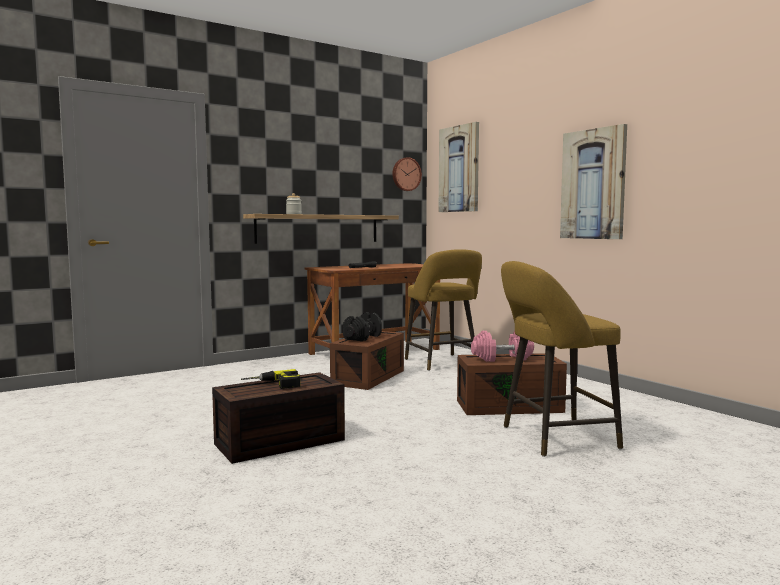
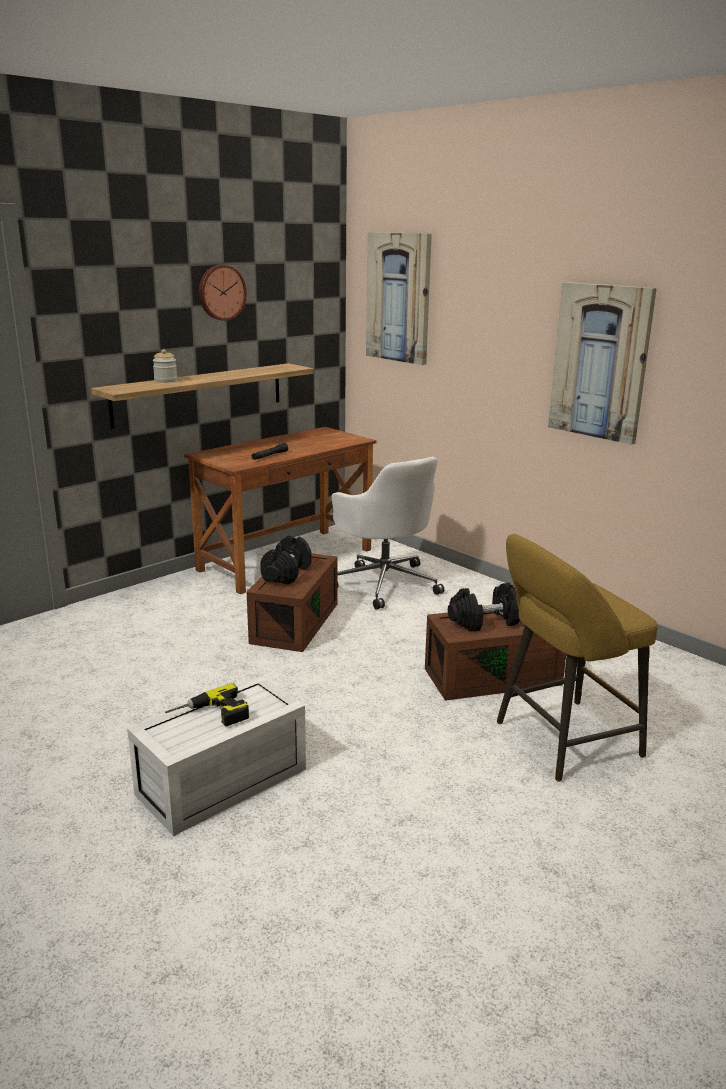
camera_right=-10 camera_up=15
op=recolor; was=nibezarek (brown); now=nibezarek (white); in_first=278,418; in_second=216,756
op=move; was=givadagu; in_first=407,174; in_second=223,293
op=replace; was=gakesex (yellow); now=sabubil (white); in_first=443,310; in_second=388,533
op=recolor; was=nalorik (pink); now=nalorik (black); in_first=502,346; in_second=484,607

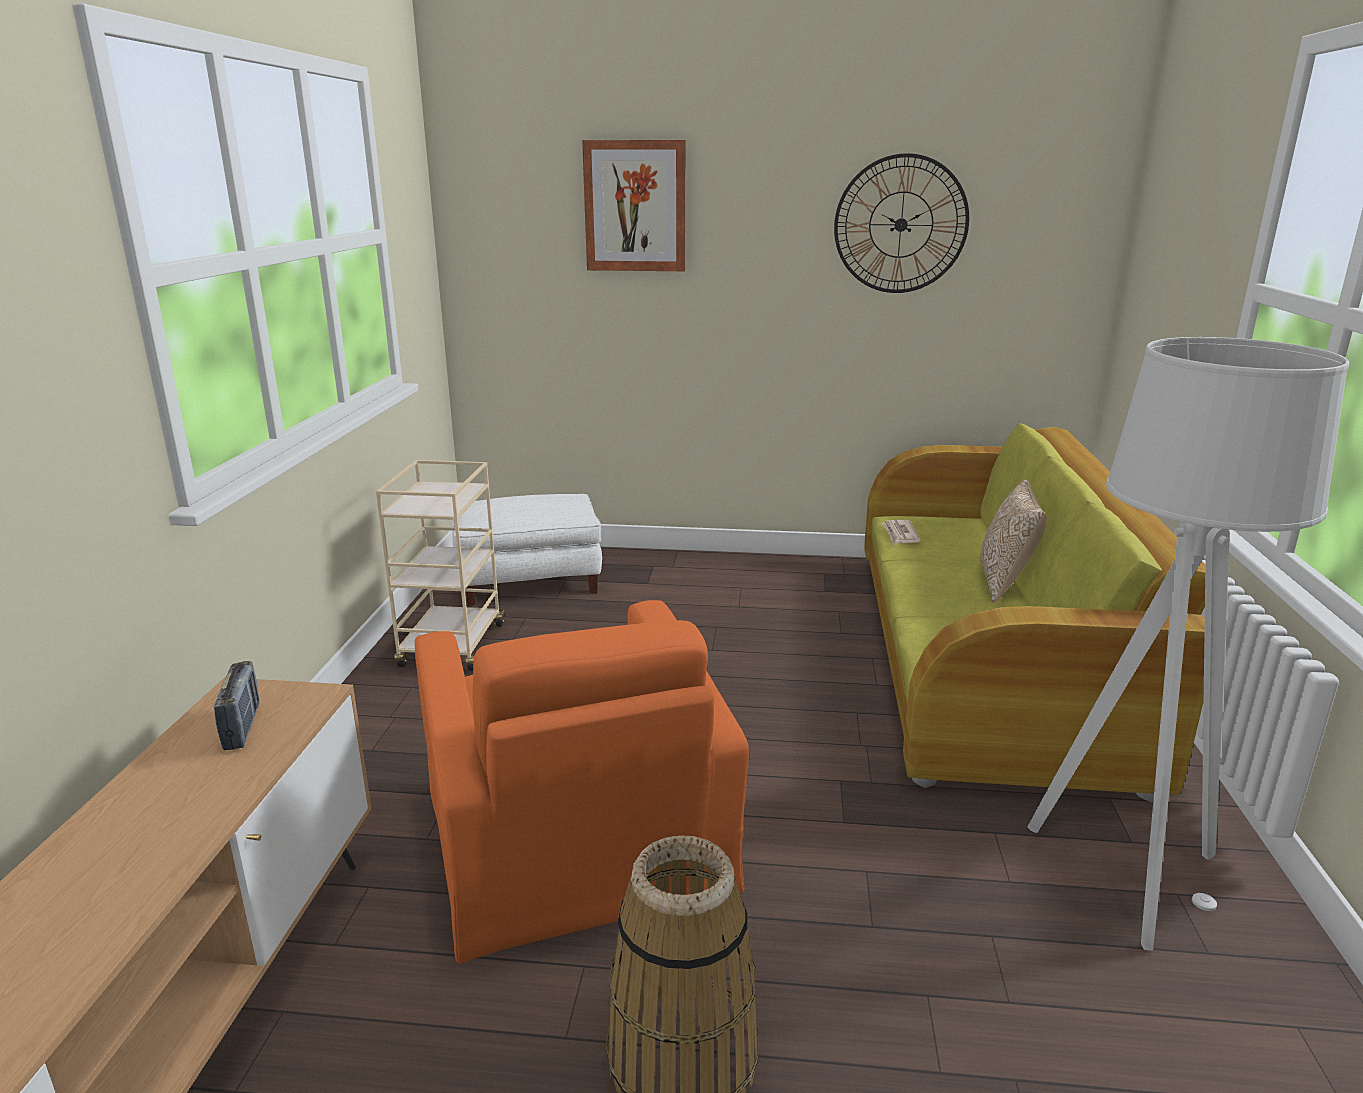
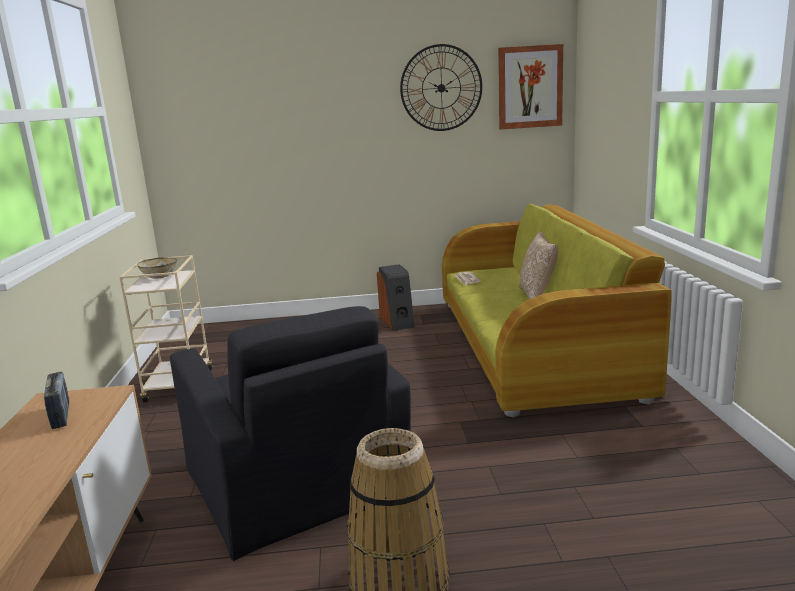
camera_right=-10 camera_up=-5
op=recolor; was=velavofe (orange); now=velavofe (black); in_first=582,782; in_second=290,433
op=delete; was=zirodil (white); in_first=527,549
op=move; was=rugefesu; in_first=634,205; in_second=530,87
op=delete; was=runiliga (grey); in_first=1188,644
op=insert; now=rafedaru; in_second=157,268
op=insert; now=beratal; in_second=396,297

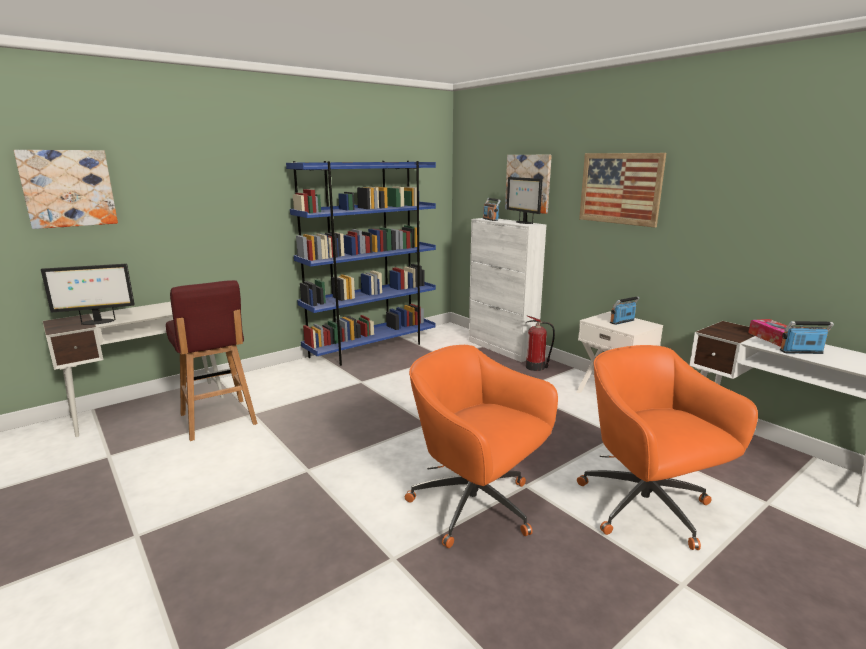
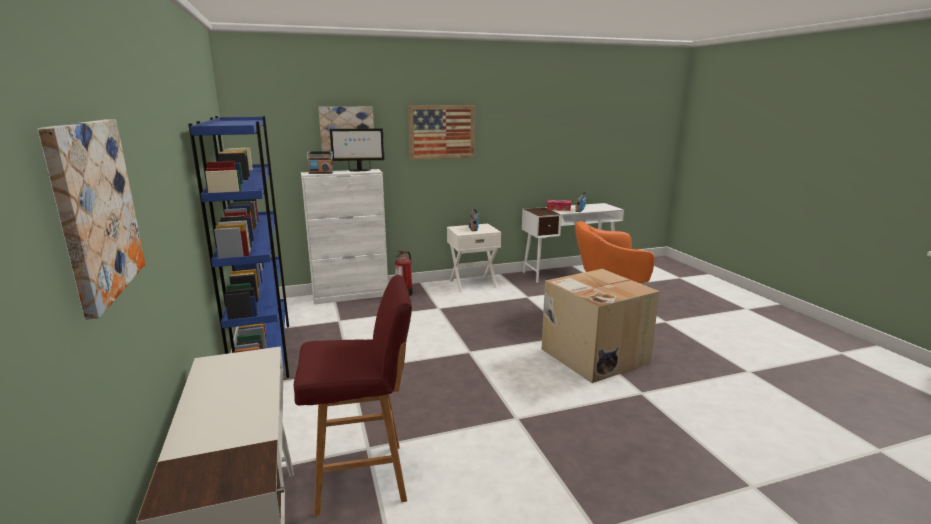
camera_right=-70 camera_up=0
op=delete; was=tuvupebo; in_first=88,294
op=replace; was=sabubil (orange); now=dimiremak; in_first=481,446; in_second=601,326

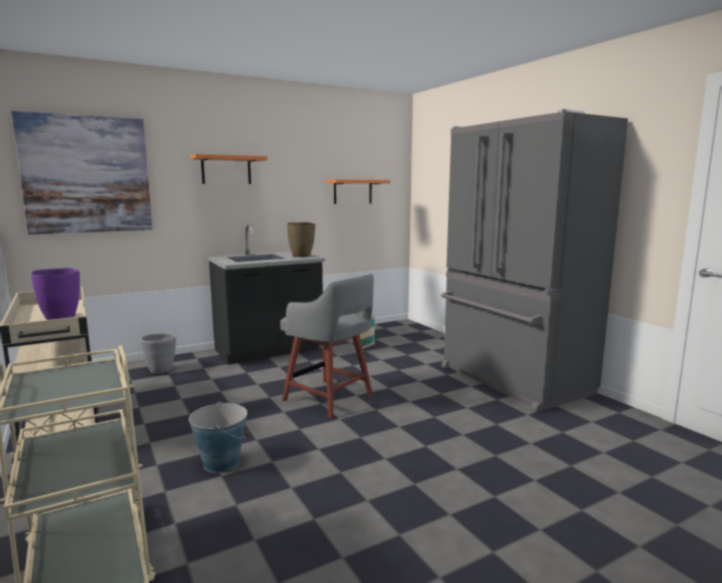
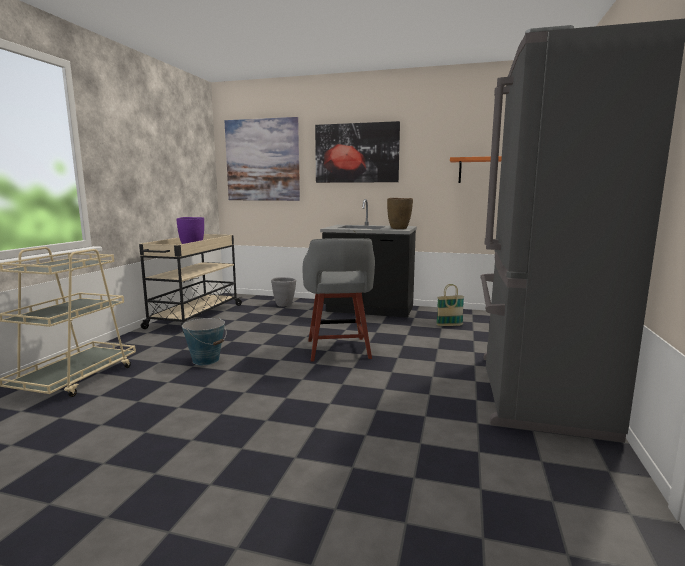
camera_right=45 camera_up=0
op=replace; was=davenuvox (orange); now=rugefesu; in_first=228,169; in_second=357,152

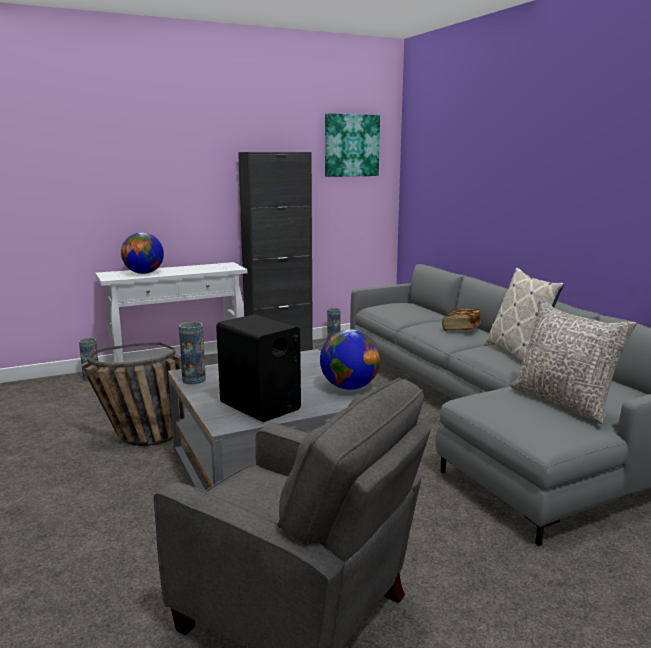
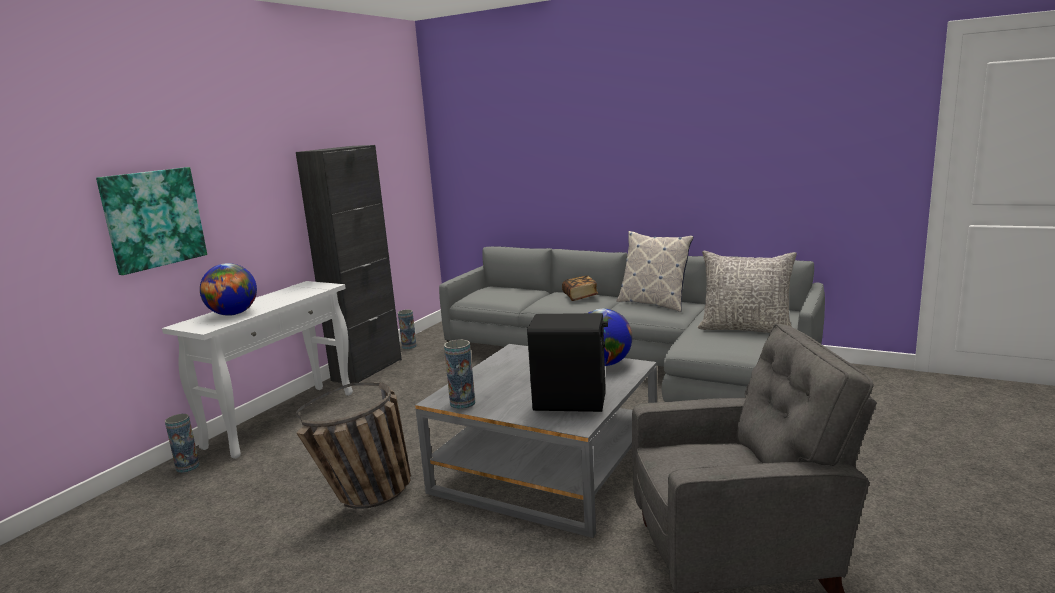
camera_right=-35 camera_up=0
op=move; was=rugefesu; in_first=352,145; in_second=151,221

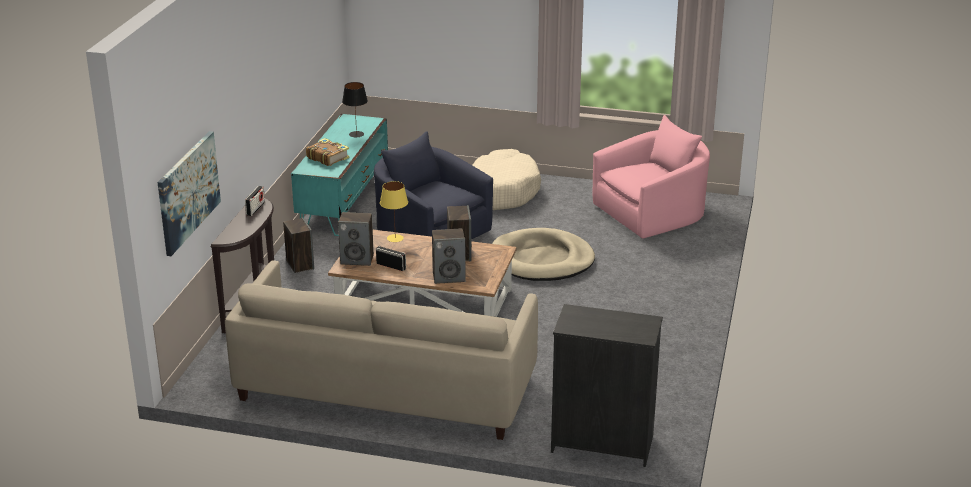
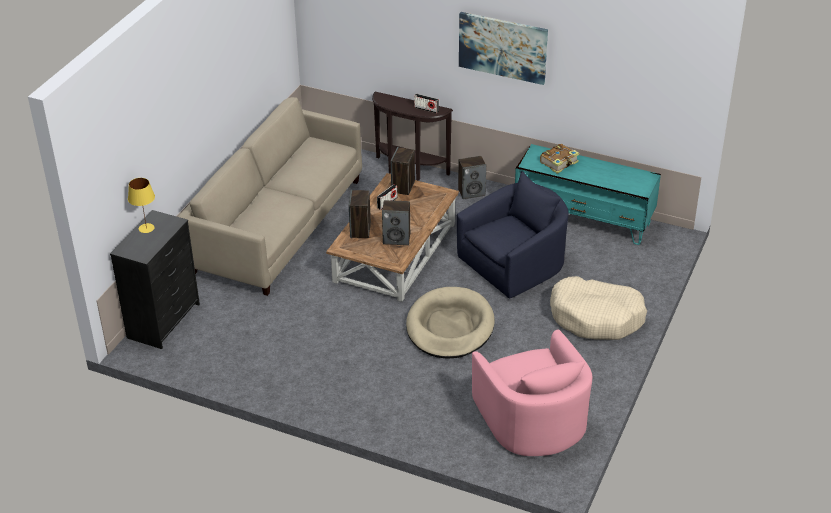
camera_right=100 camera_up=10
op=move; was=rugefesu; in_first=189,193; in_second=503,48
op=delete; was=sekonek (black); in_first=355,109
op=move; was=sekonek (yellow); in_first=394,211; in_second=141,205

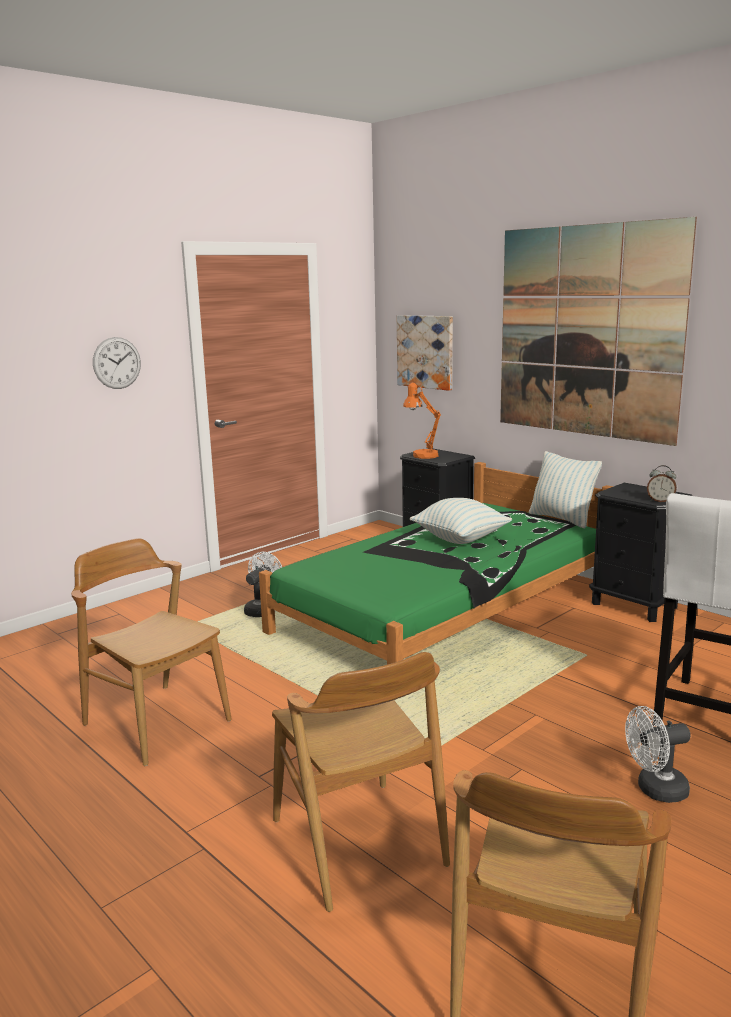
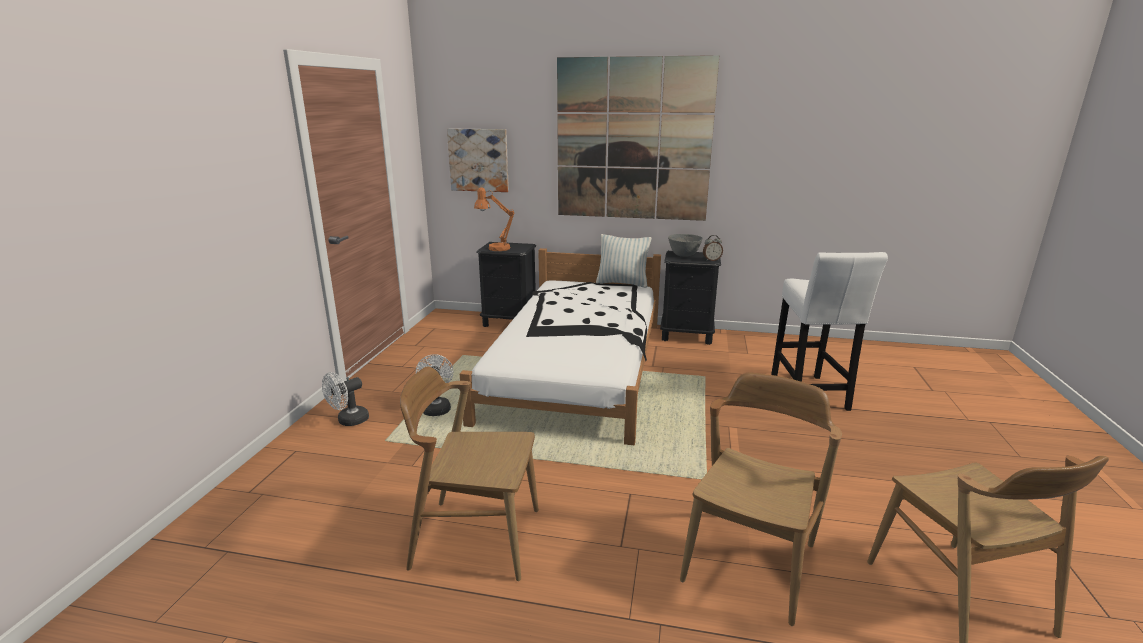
camera_right=-35 camera_up=5
op=delete; was=givadagu; in_first=117,363
op=recolor; was=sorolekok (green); now=sorolekok (white); in_first=436,563; in_second=560,346
op=rotate; was=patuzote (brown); in_first=361,782; in_second=761,499; clockwise=-90
op=delete; was=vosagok; in_first=461,521
op=move; was=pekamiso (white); in_first=657,754; in_second=345,399
op=insert; now=rafedaru (grey); in_second=685,245

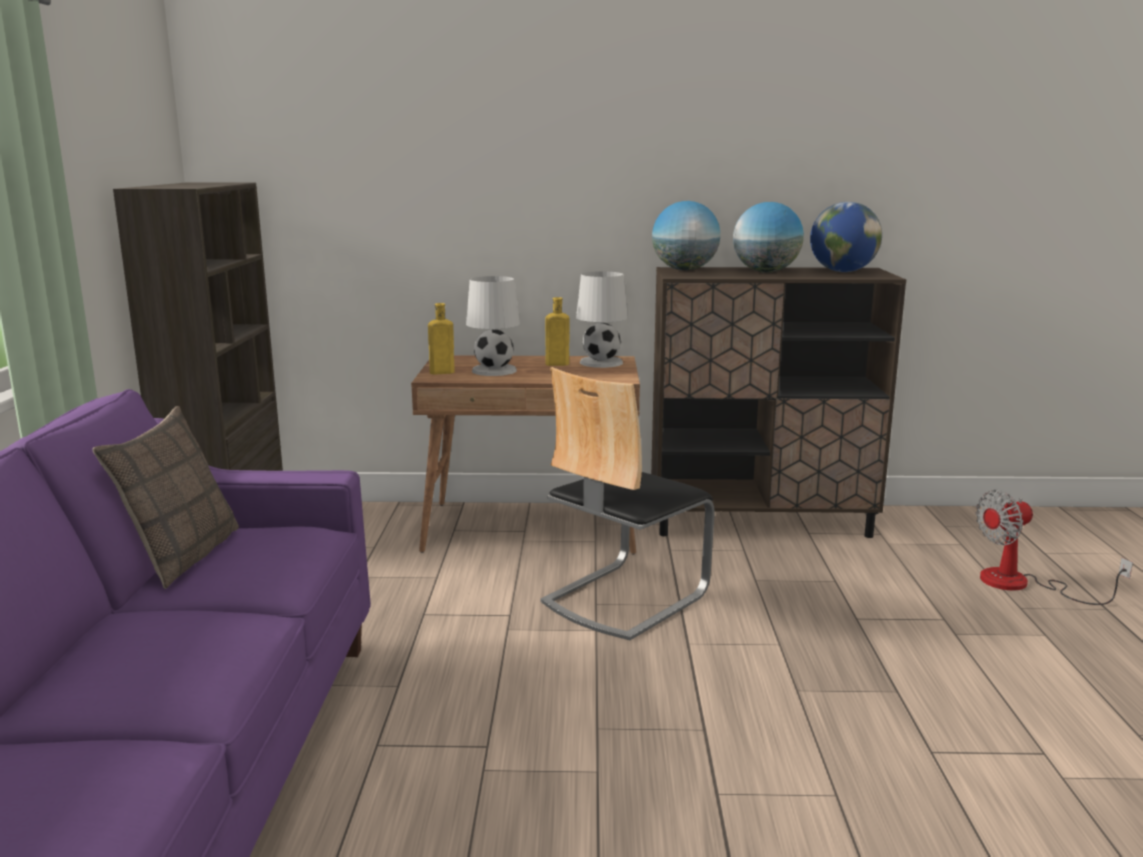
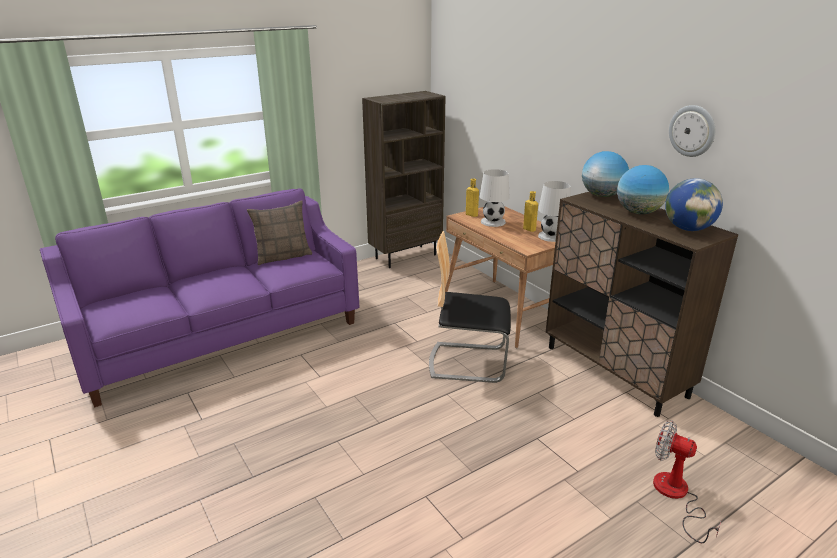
camera_right=55 camera_up=10
op=insert; now=givadagu; in_second=692,131

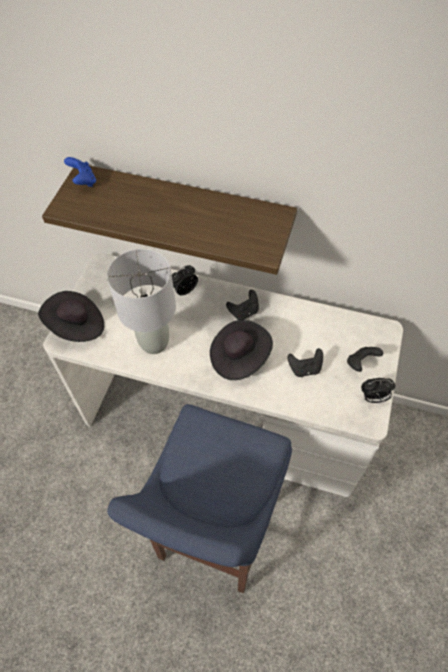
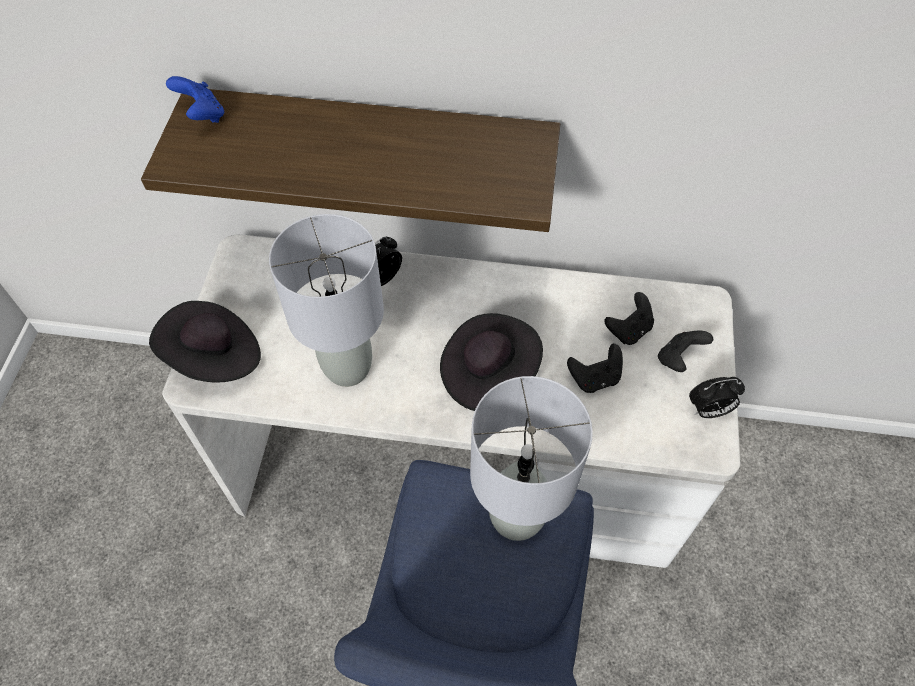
camera_right=-10 camera_up=0
op=move; was=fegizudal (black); in_first=242,304; in_second=629,318
op=insert; now=sekonek (grey); in_second=531,458

